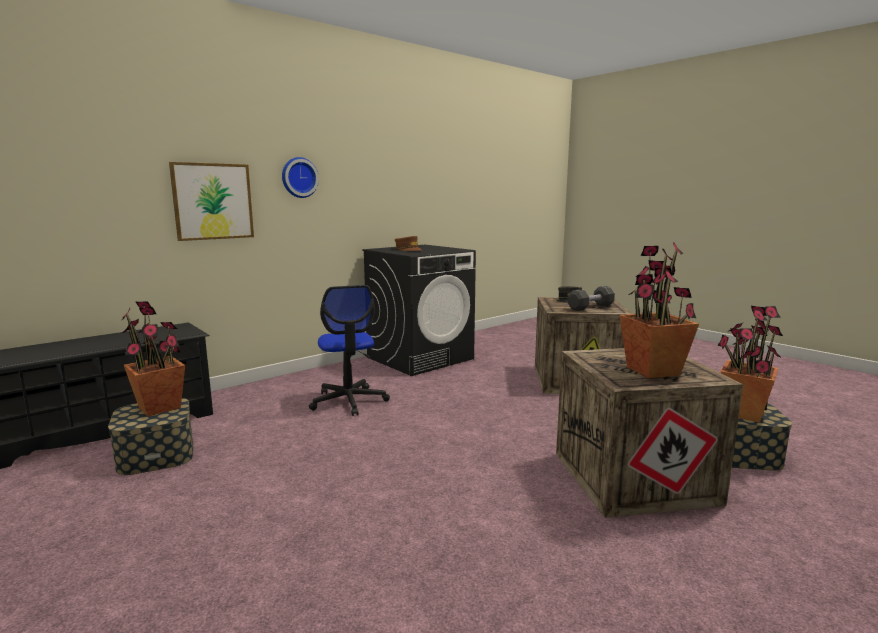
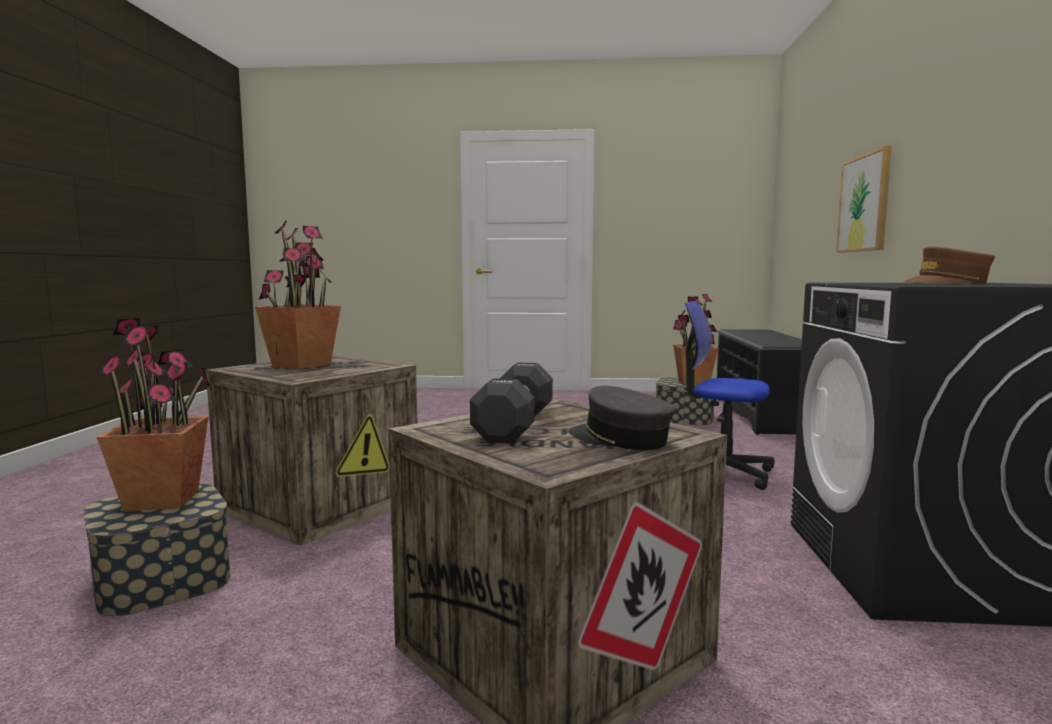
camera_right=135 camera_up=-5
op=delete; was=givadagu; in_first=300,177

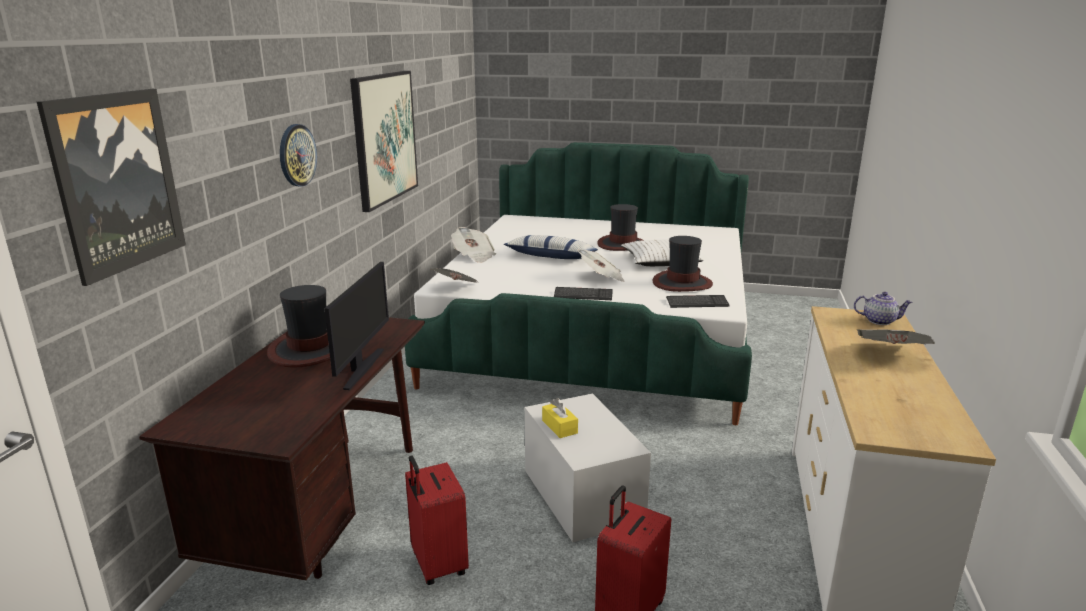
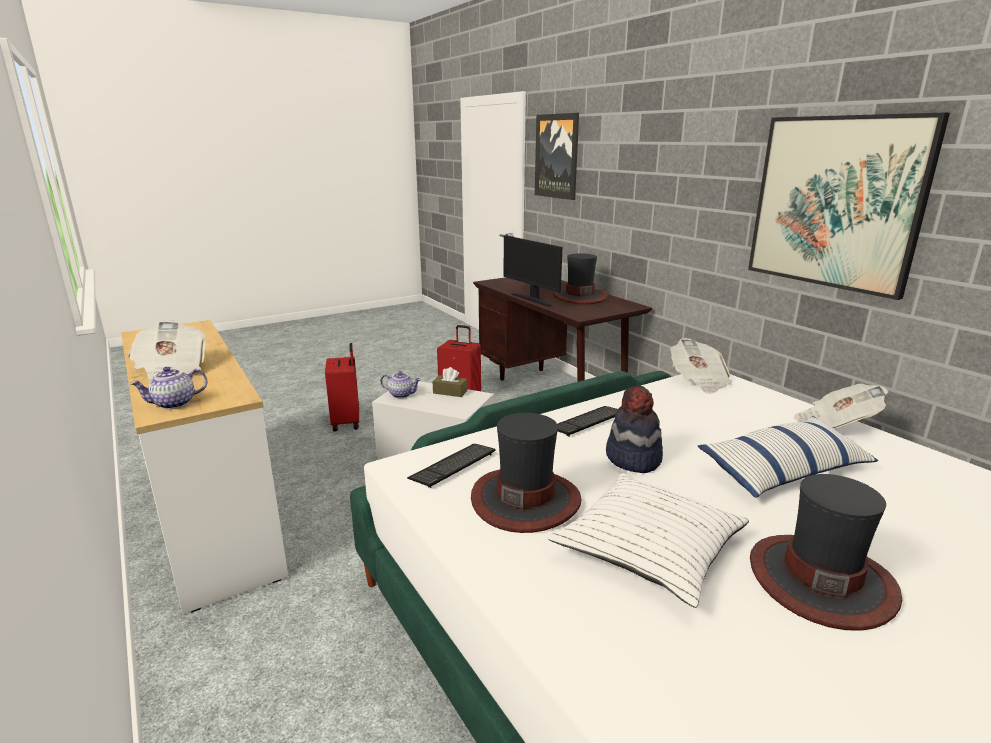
camera_right=135 camera_up=0
op=delete; was=givadagu; in_first=298,155
op=recolor; was=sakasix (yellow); now=sakasix (brown); in_first=560,418; in_second=449,382
op=replace; was=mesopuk; now=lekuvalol; in_first=601,265; in_second=634,429
op=insert; now=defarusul; in_second=401,384

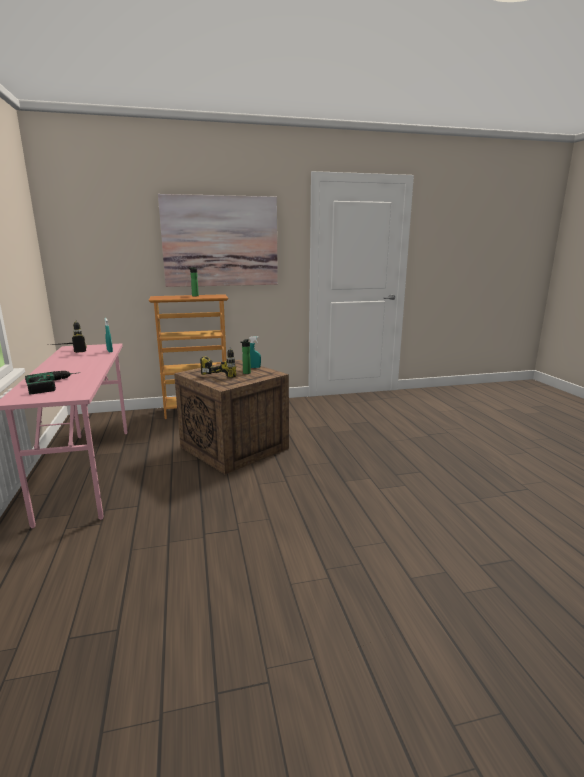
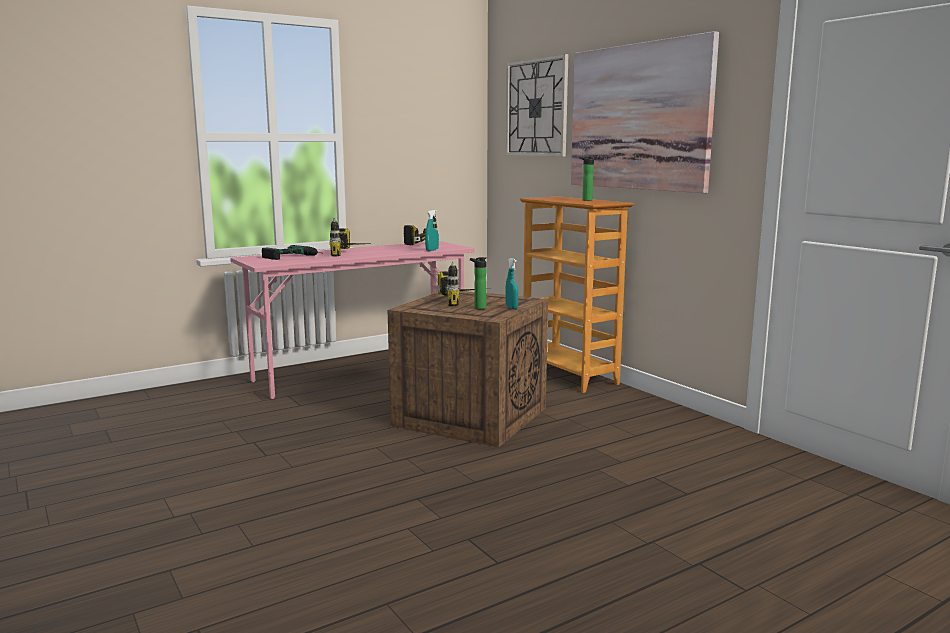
camera_right=70 camera_up=-5
op=insert; now=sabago; in_second=347,237
op=insert; now=givadagu; in_second=537,105

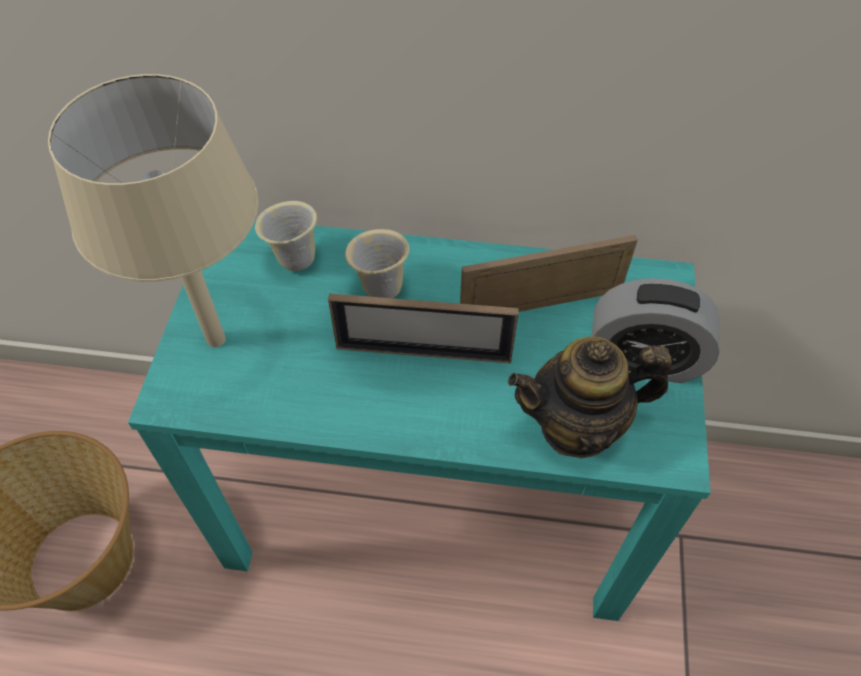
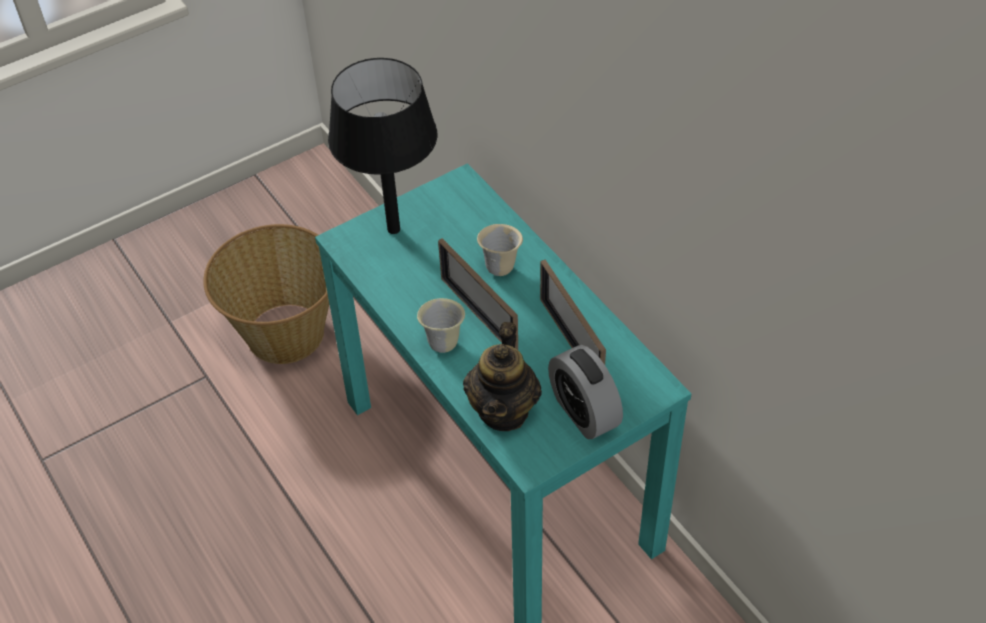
camera_right=50 camera_up=-5
op=recolor; was=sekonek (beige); now=sekonek (black); in_first=153,210; in_second=382,146
op=move; was=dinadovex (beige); in_first=286,236; in_second=441,325
op=rotate; was=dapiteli; in_first=549,273; in_second=573,312; clockwise=-150
op=rotate; was=defarusul; in_first=590,397; in_second=502,376; clockwise=-120

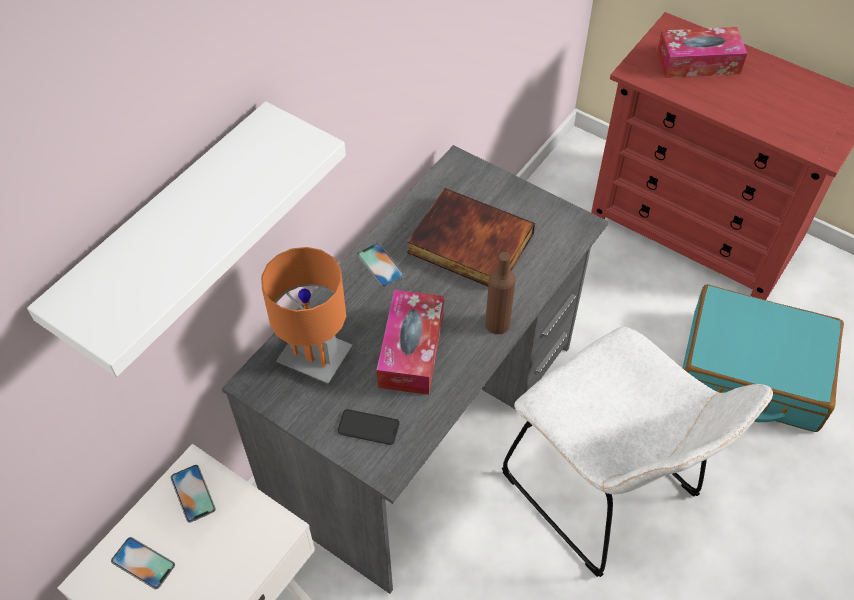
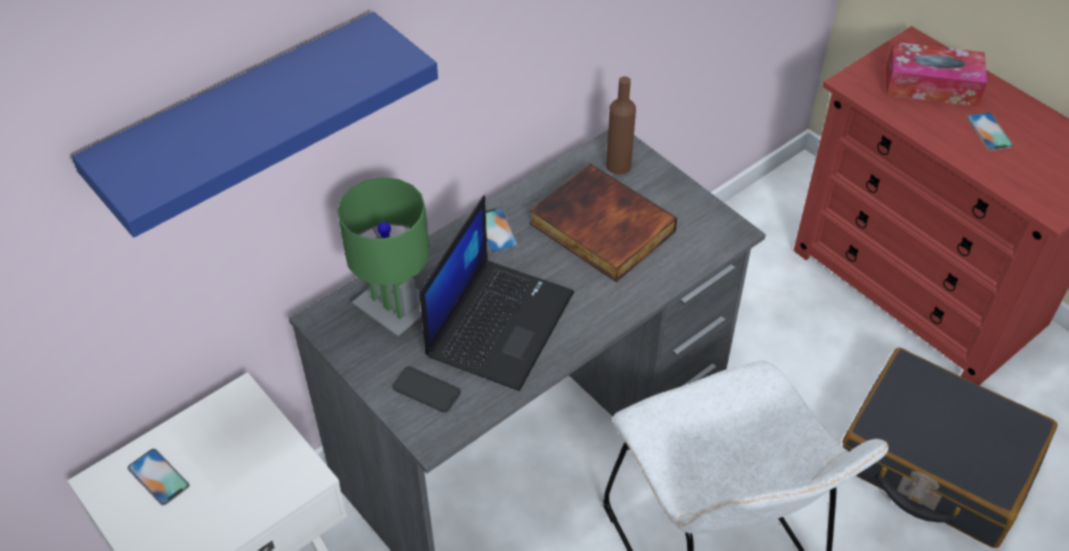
camera_right=15 camera_up=-5
op=recolor; was=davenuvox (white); now=davenuvox (blue); in_first=186,239; in_second=255,125
op=move; was=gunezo; in_first=193,494; in_second=989,131
op=recolor; was=sekonek (orange); now=sekonek (green); in_first=307,315; in_second=383,256
op=replace; was=sakasix; now=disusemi; in_first=410,342; in_second=497,293
op=move; was=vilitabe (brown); in_first=500,293; in_second=621,125
op=recolor; was=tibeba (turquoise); now=tibeba (black); in_first=763,358; in_second=950,448

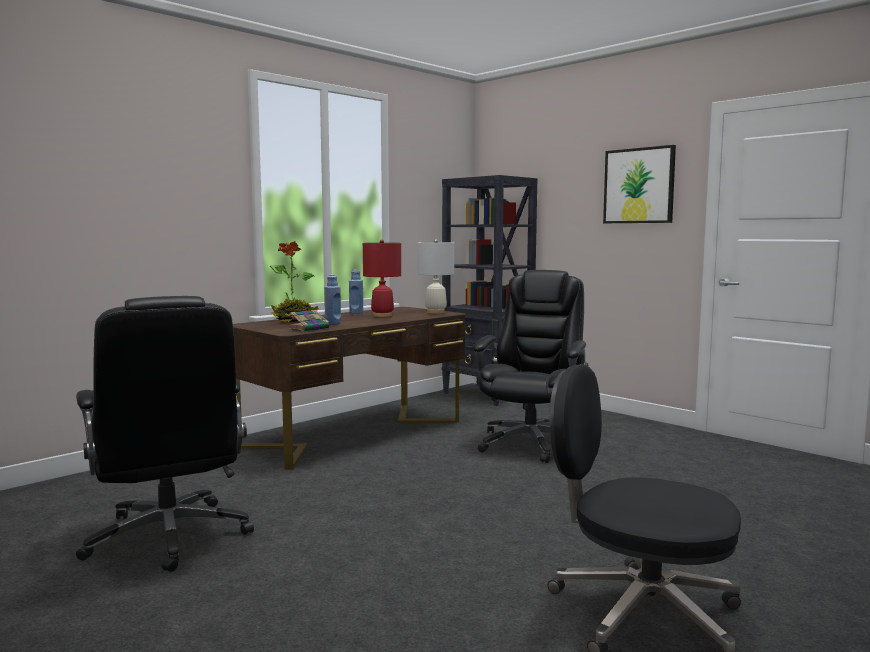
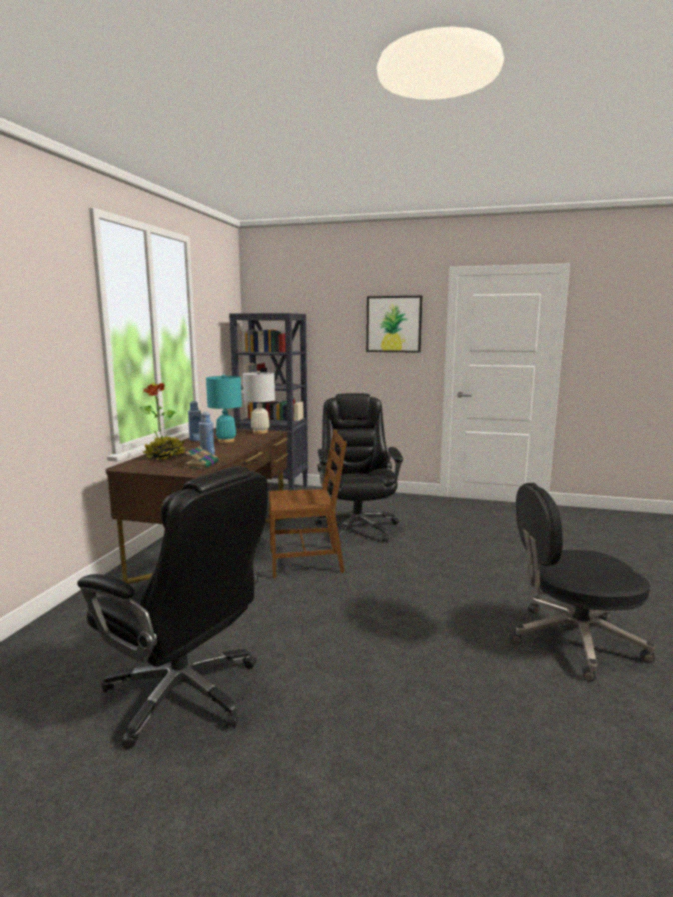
camera_right=-30 camera_up=5
op=recolor; was=sekonek (red); now=sekonek (turquoise); in_first=382,278; in_second=224,408
op=insert; now=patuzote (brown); in_second=308,504

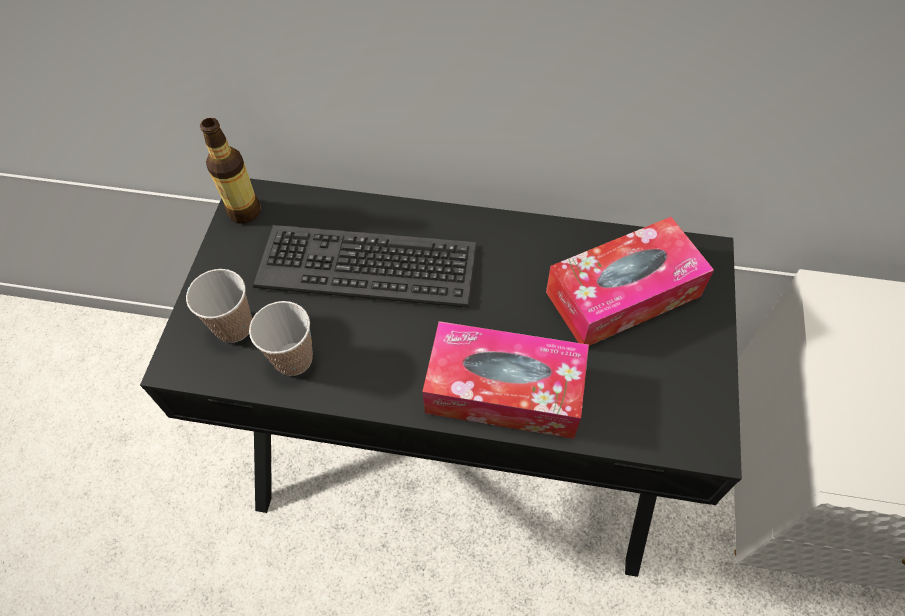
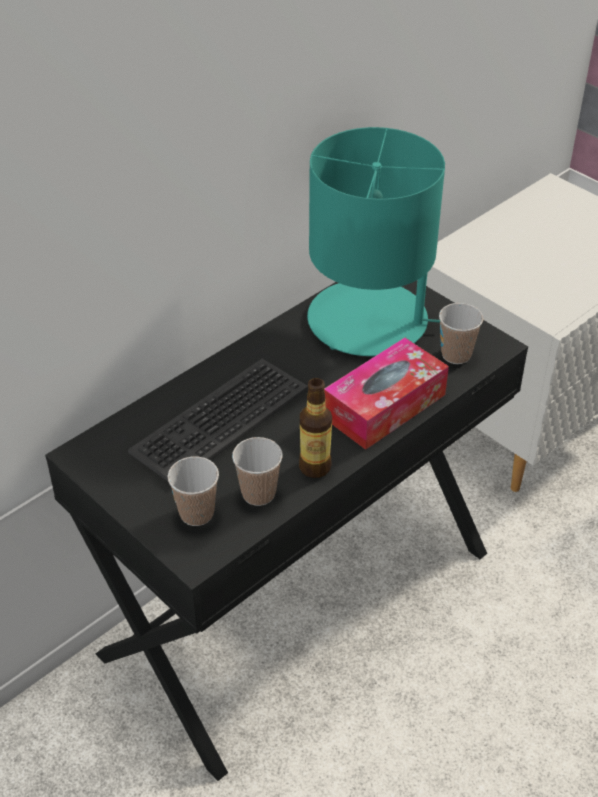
camera_right=-55 camera_up=-15
op=move; was=vilitabe; in_first=230,170; in_second=315,428
op=replace; was=sakasix; now=sekonek (turquoise); in_first=630,281; in_second=376,241
op=insert; now=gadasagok; in_second=461,333

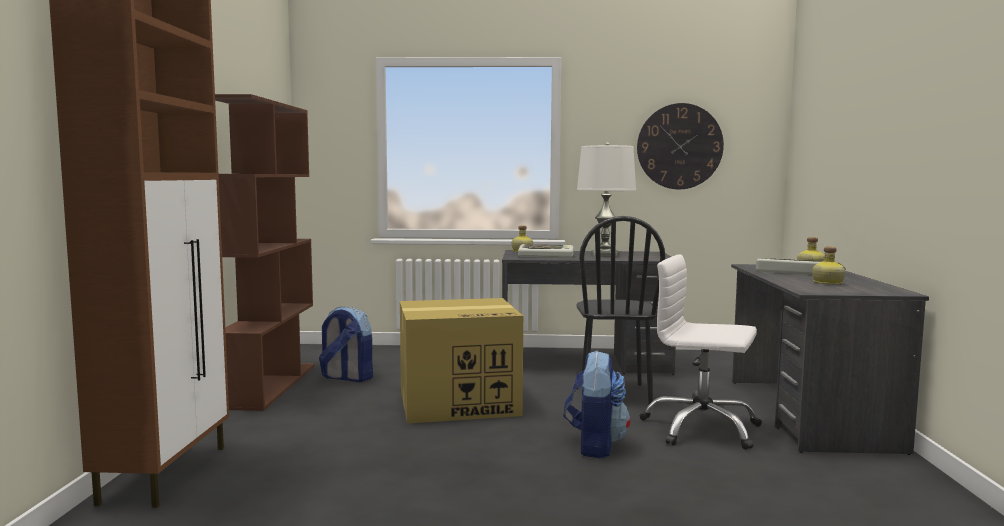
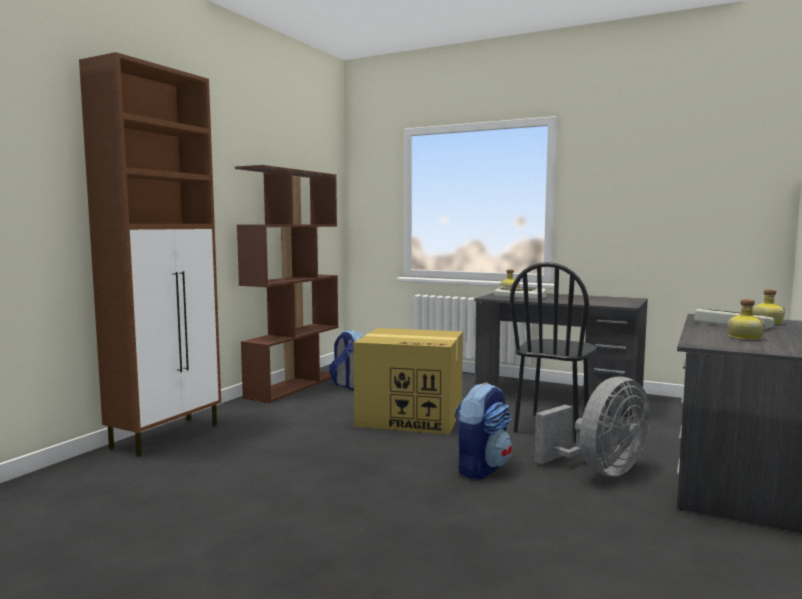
camera_right=25 camera_up=0
op=delete; was=sekonek (white); in_first=606,199
op=delete; was=givadagu; in_first=680,146
op=replace; was=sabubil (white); now=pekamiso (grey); in_first=701,352; in_second=592,426

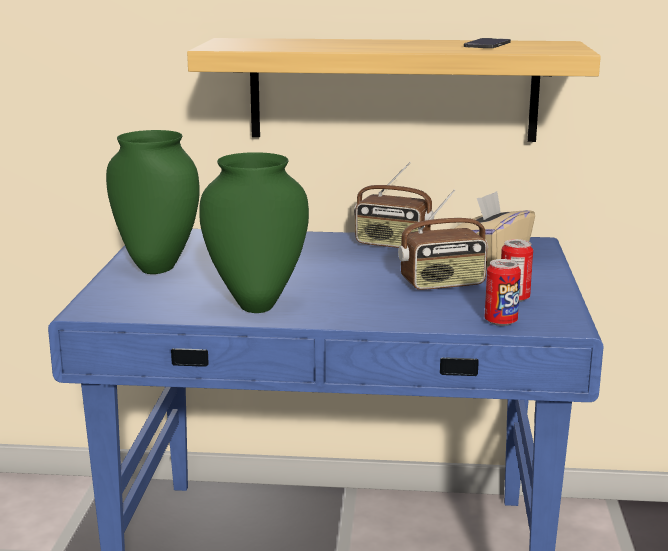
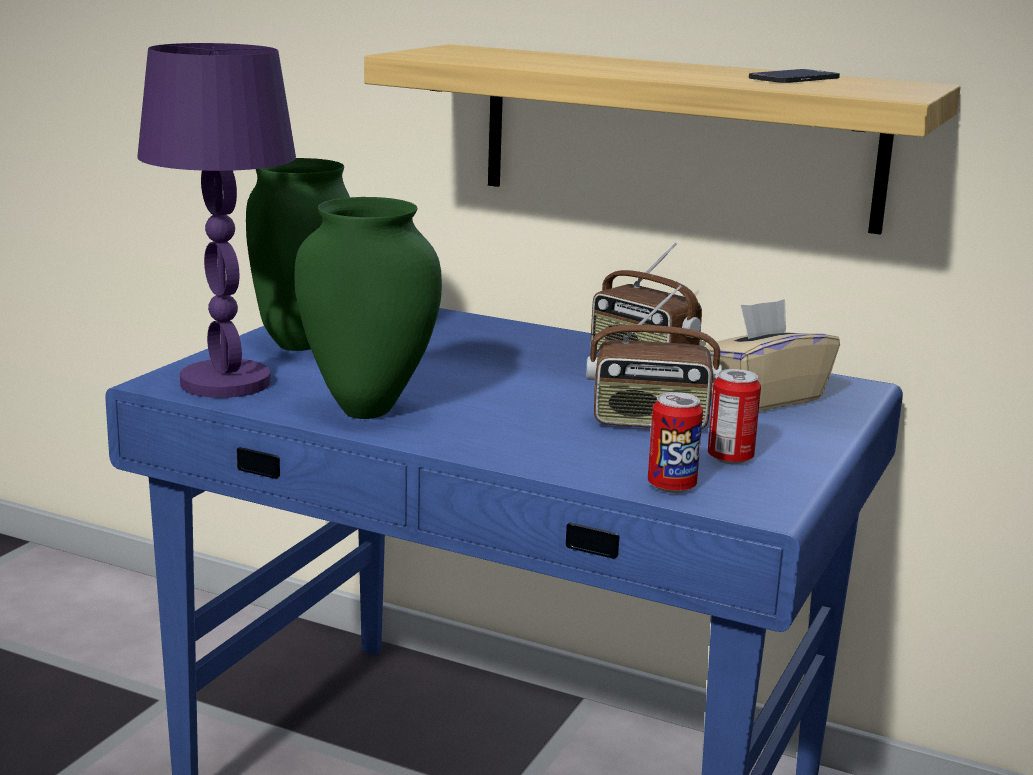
camera_right=20 camera_up=0
op=insert; now=sekonek (purple); in_second=216,220

